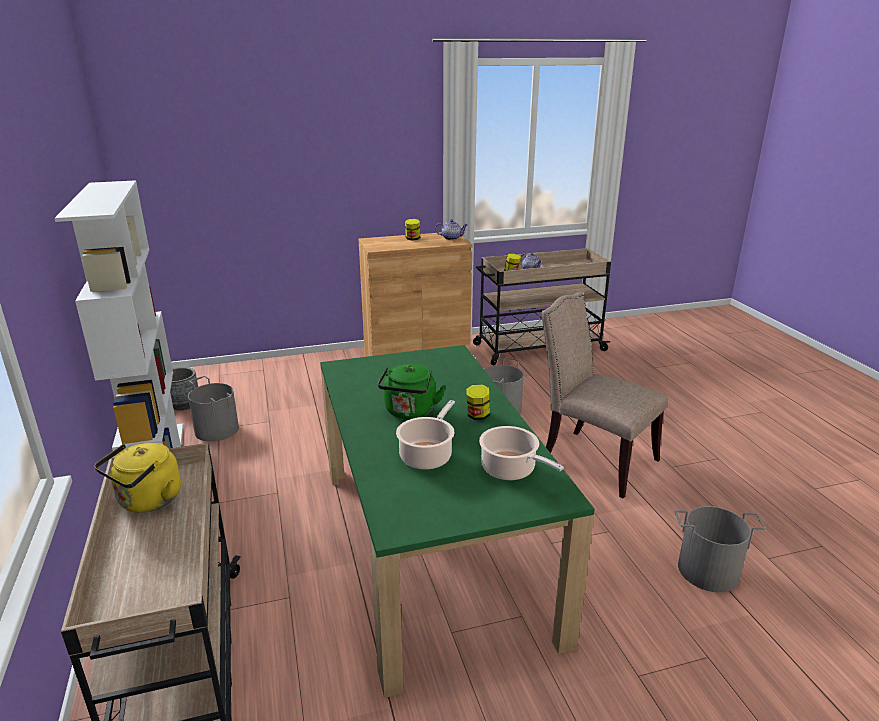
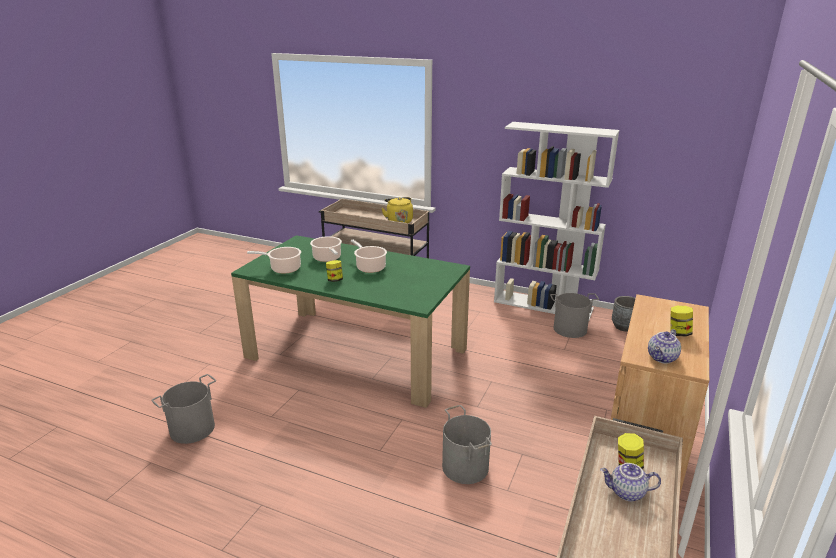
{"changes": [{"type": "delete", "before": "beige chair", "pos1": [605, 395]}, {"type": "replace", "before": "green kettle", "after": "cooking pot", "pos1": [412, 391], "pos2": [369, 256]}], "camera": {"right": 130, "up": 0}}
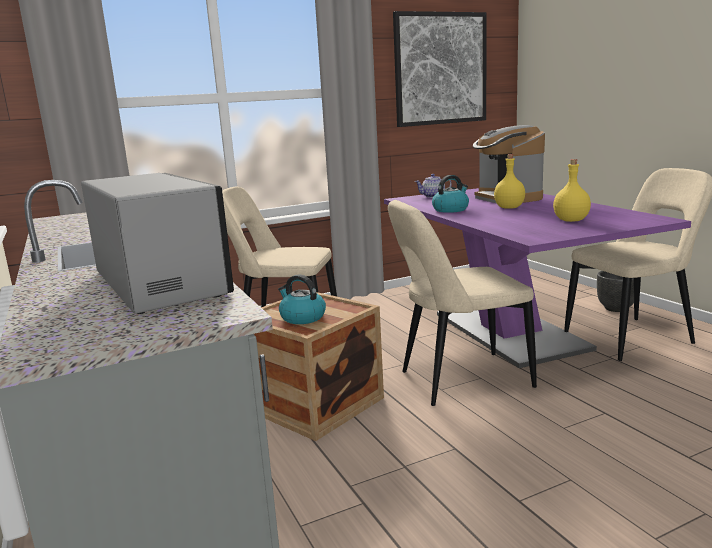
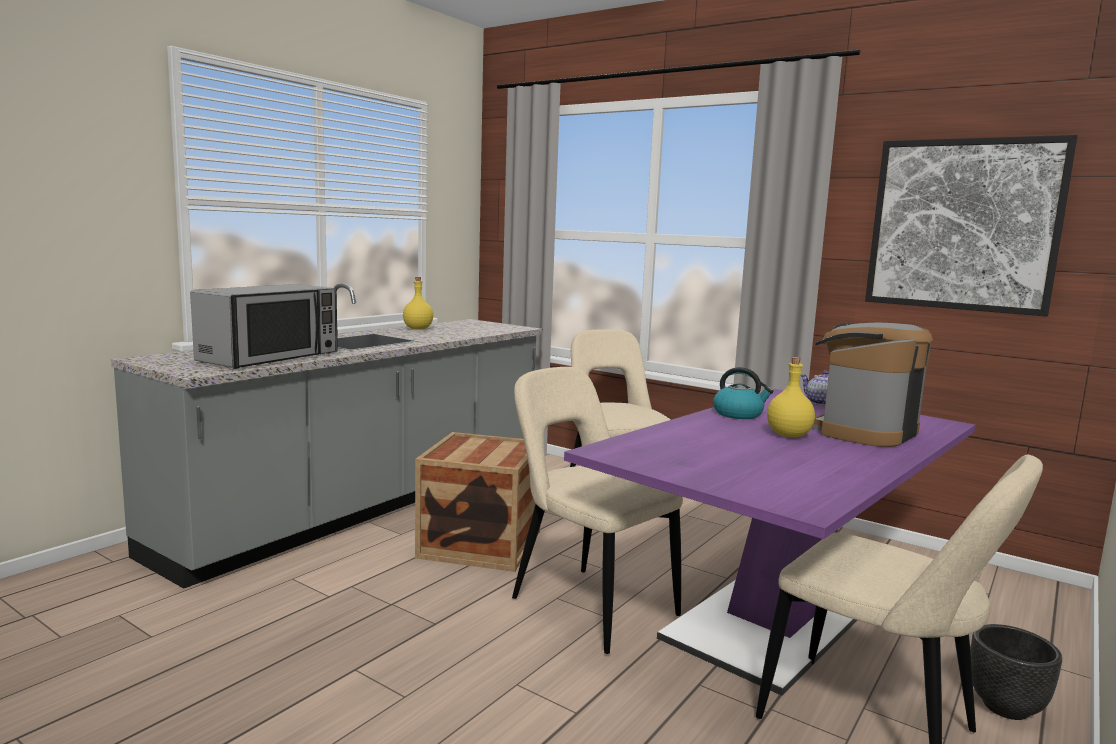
{"changes": [{"type": "delete", "before": "kettle", "pos1": [302, 299]}, {"type": "move", "before": "yellow bottle", "pos1": [572, 190], "pos2": [418, 303]}], "camera": {"right": 60, "up": -5}}
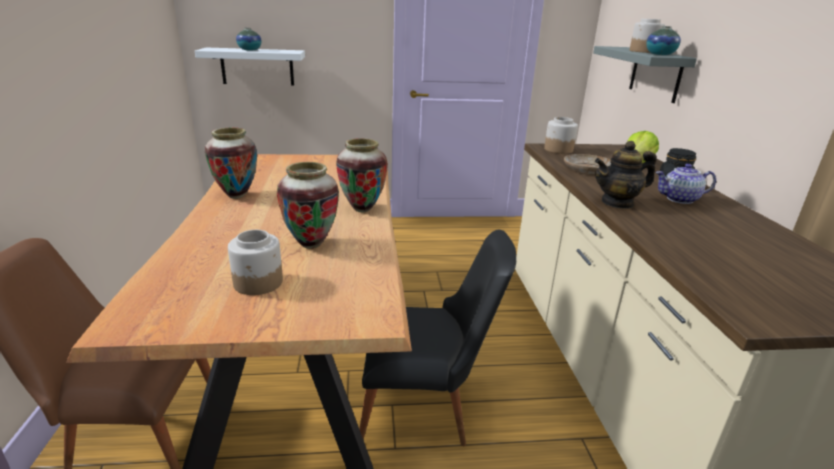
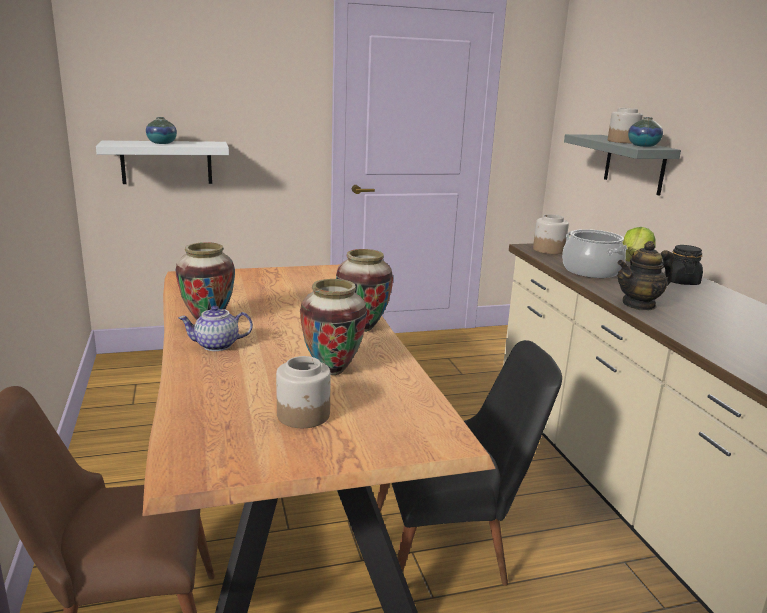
{"changes": [{"type": "move", "before": "teapot", "pos1": [685, 184], "pos2": [215, 328]}, {"type": "replace", "before": "beige plate", "after": "cooking pot", "pos1": [587, 164], "pos2": [594, 253]}], "camera": {"right": -10, "up": -5}}
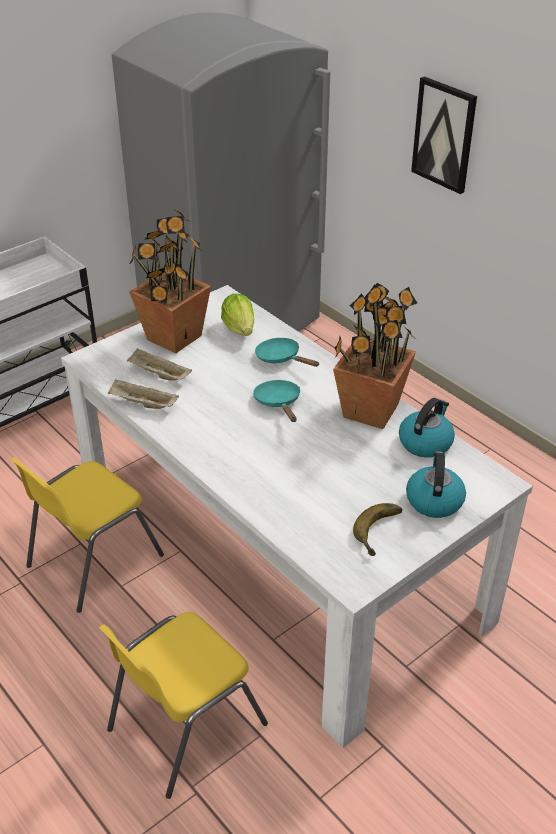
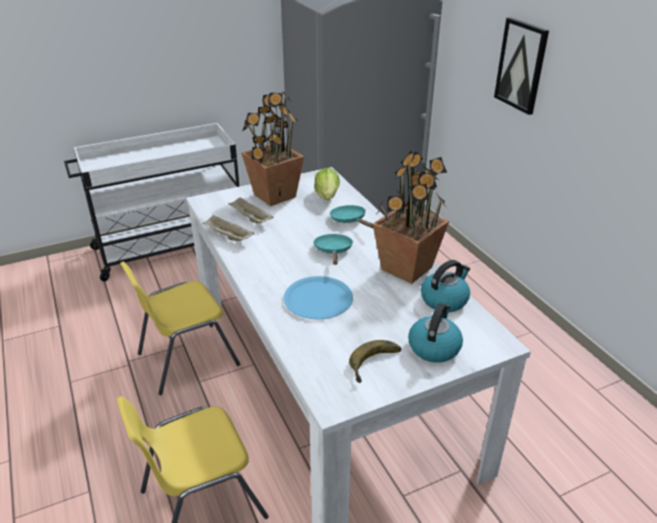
{"changes": [{"type": "insert", "after": "blue plate", "pos2": [318, 297]}], "camera": {"right": 15, "up": -5}}
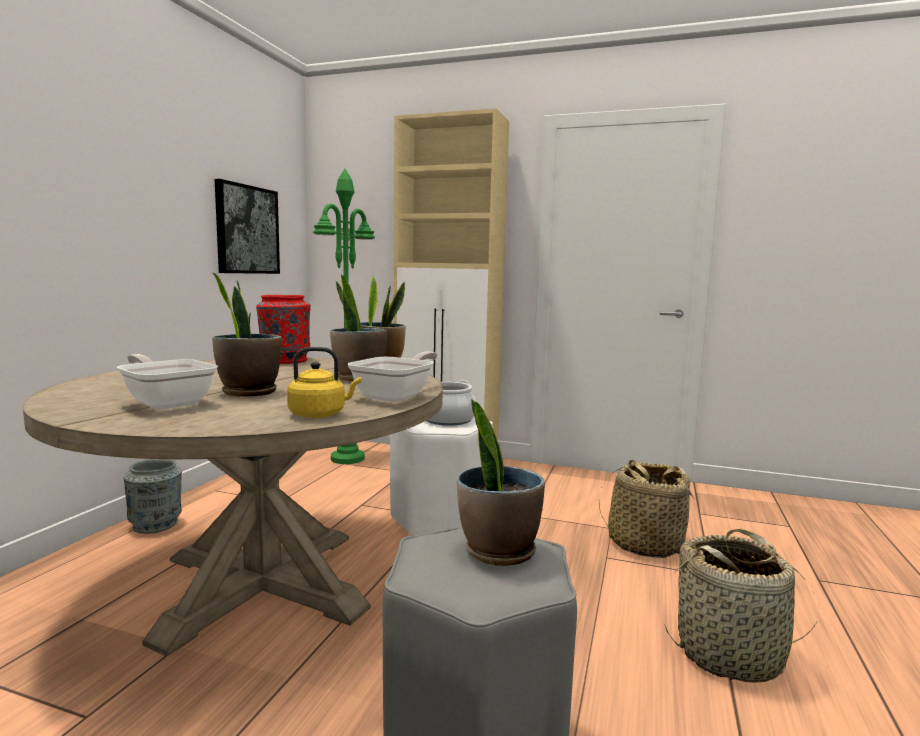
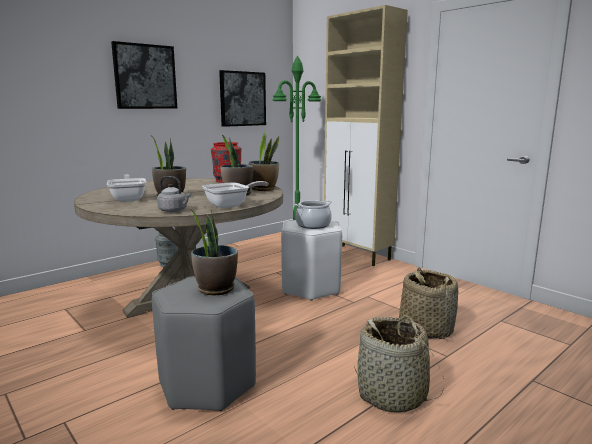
{"changes": [{"type": "insert", "after": "picture", "pos2": [144, 75]}, {"type": "recolor", "before": "yellow kettle", "after": "grey kettle", "pos1": [324, 382], "pos2": [174, 194]}], "camera": {"right": 30, "up": 5}}
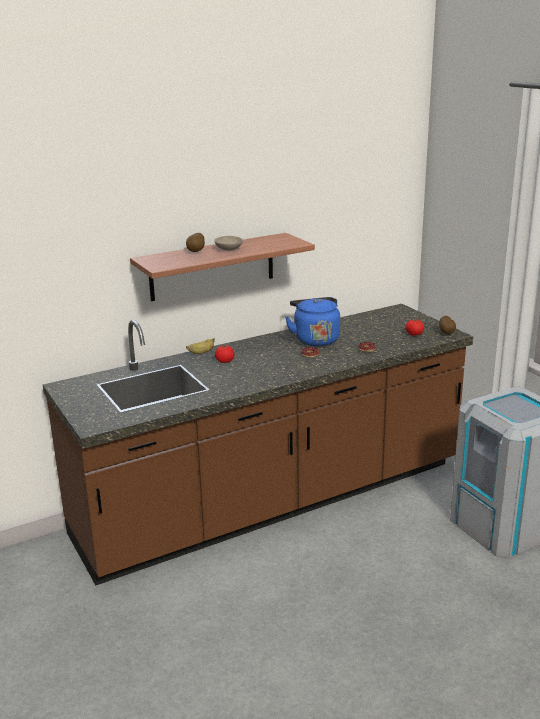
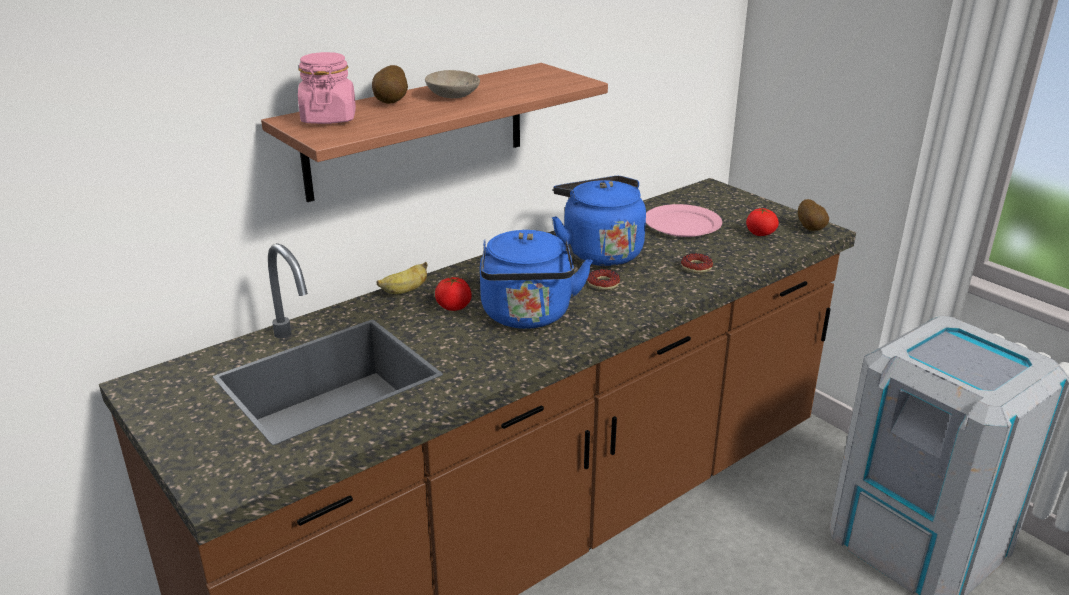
{"changes": [{"type": "insert", "after": "pink jar", "pos2": [327, 88]}, {"type": "insert", "after": "blue kettle", "pos2": [536, 279]}, {"type": "insert", "after": "pink plate", "pos2": [684, 220]}], "camera": {"right": -10, "up": 5}}
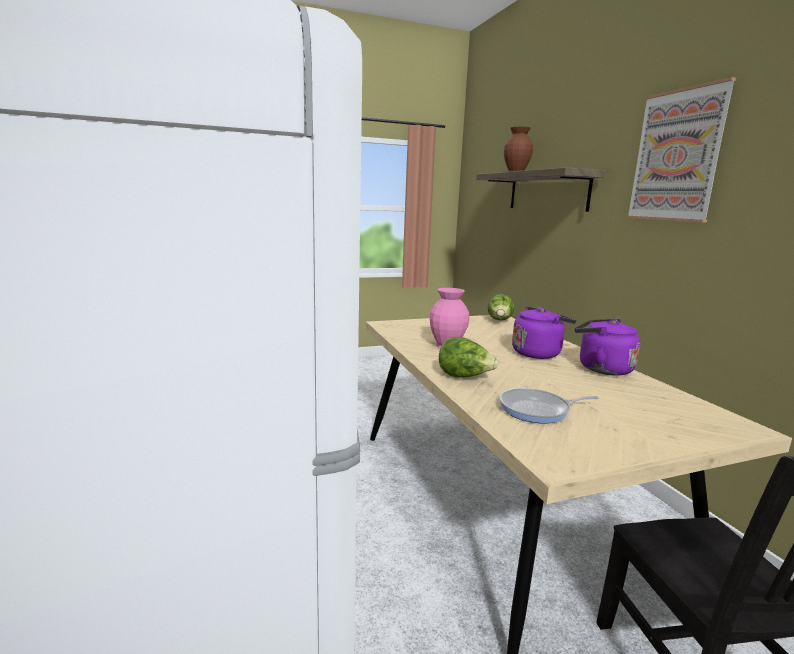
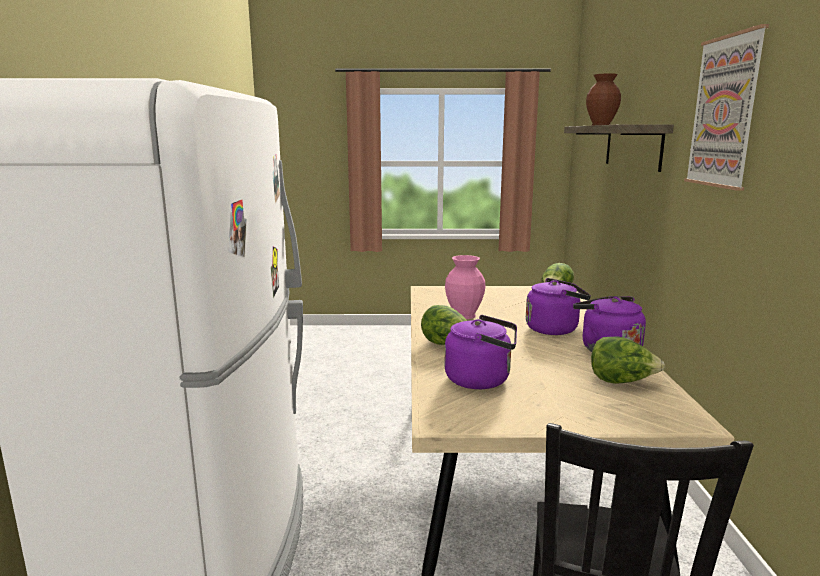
{"changes": [{"type": "insert", "after": "lettuce", "pos2": [628, 360]}, {"type": "replace", "before": "frying pan", "after": "purple kettle", "pos1": [549, 406], "pos2": [480, 352]}], "camera": {"right": 20, "up": 0}}
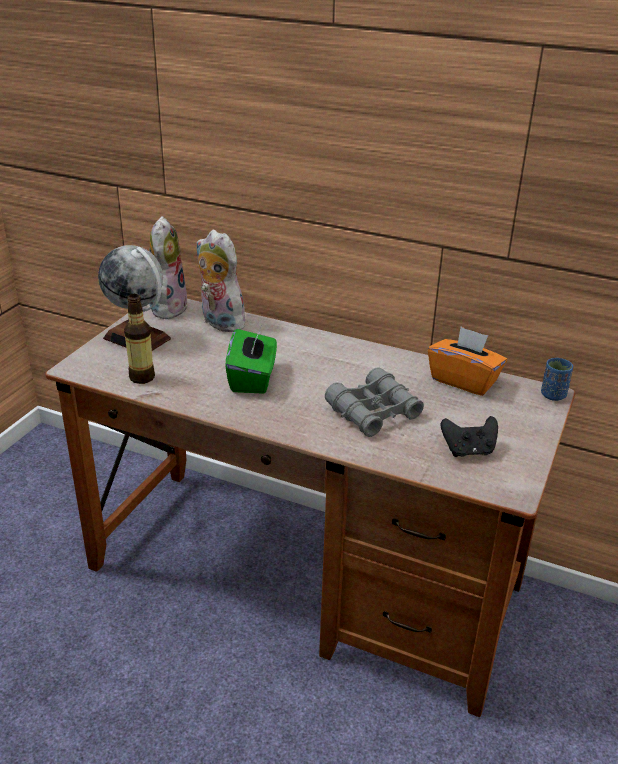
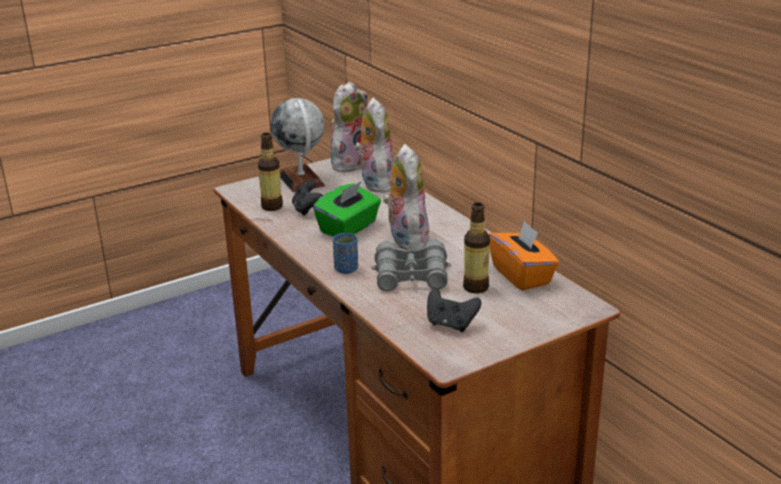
{"changes": [{"type": "insert", "after": "black game controller", "pos2": [307, 198]}, {"type": "insert", "after": "plush toy", "pos2": [406, 197]}, {"type": "insert", "after": "bottle", "pos2": [476, 247]}, {"type": "move", "before": "blue cup", "pos1": [557, 379], "pos2": [345, 253]}], "camera": {"right": 35, "up": -5}}
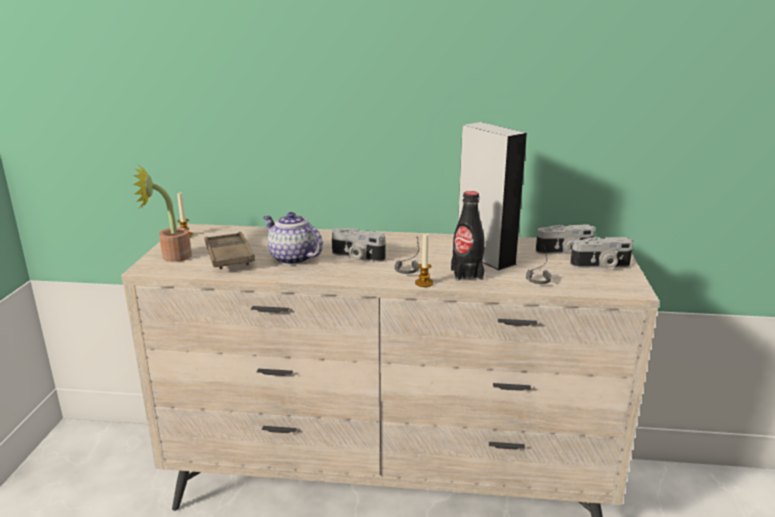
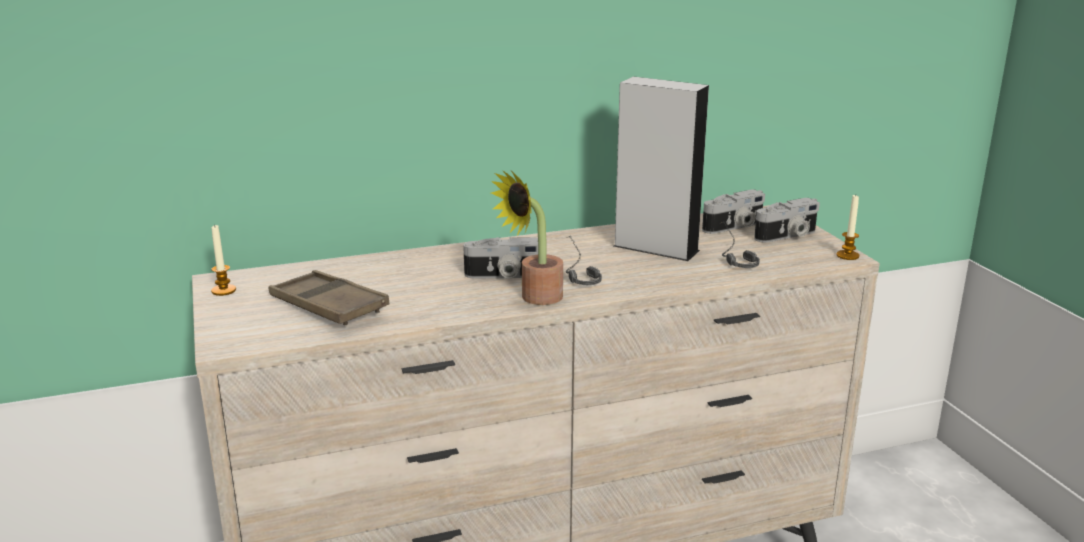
{"changes": [{"type": "delete", "before": "teapot", "pos1": [293, 238]}, {"type": "delete", "before": "black bottle", "pos1": [468, 236]}, {"type": "move", "before": "potted plant", "pos1": [162, 213], "pos2": [527, 237]}, {"type": "move", "before": "candle", "pos1": [424, 259], "pos2": [848, 227]}], "camera": {"right": -25, "up": 0}}
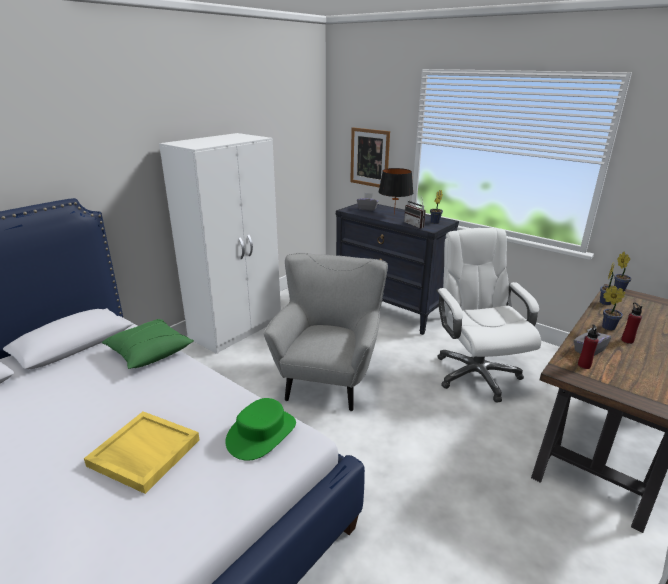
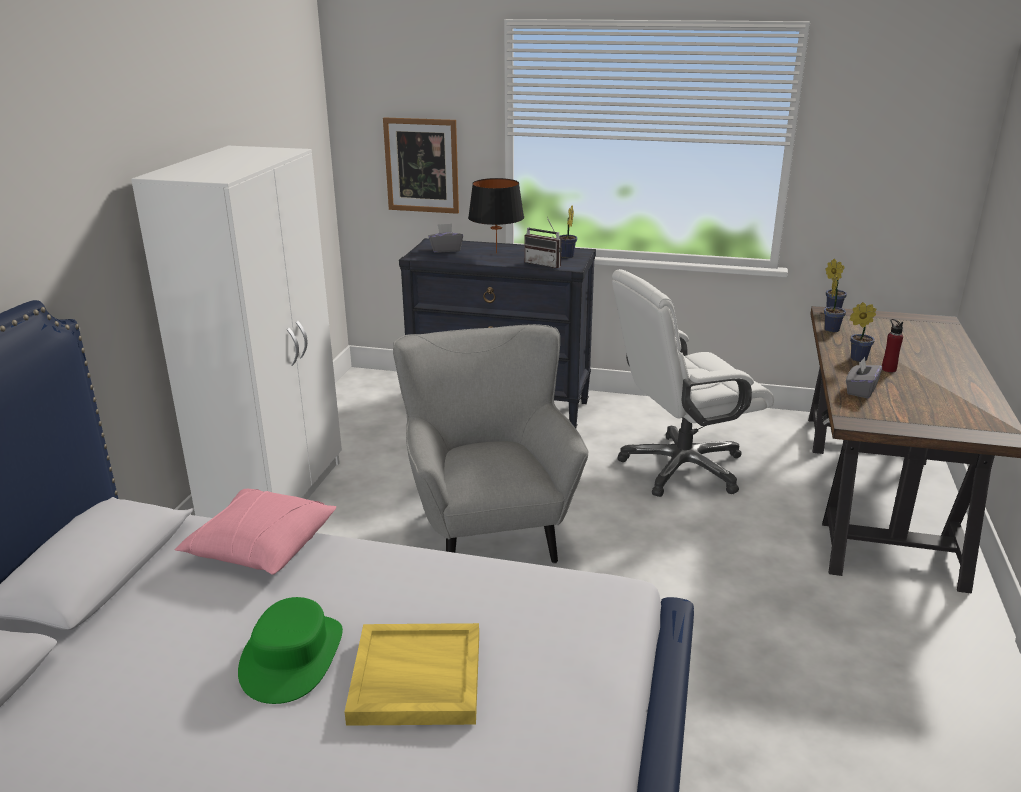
{"changes": [{"type": "delete", "before": "red bottle", "pos1": [588, 347]}, {"type": "move", "before": "green hat", "pos1": [260, 429], "pos2": [290, 650]}, {"type": "recolor", "before": "green pillow", "after": "pink pillow", "pos1": [147, 344], "pos2": [255, 532]}, {"type": "rotate", "before": "white office chair", "pos1": [488, 315], "pos2": [693, 383], "turn": -75}], "camera": {"right": -25, "up": 0}}
